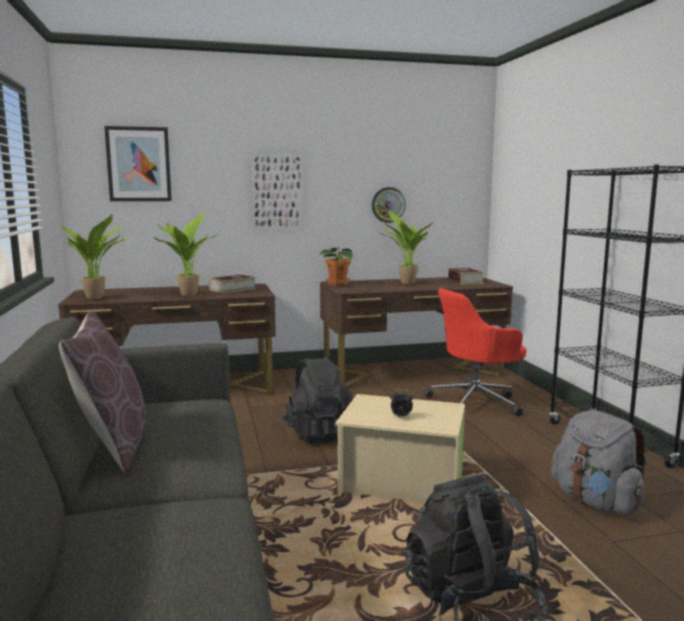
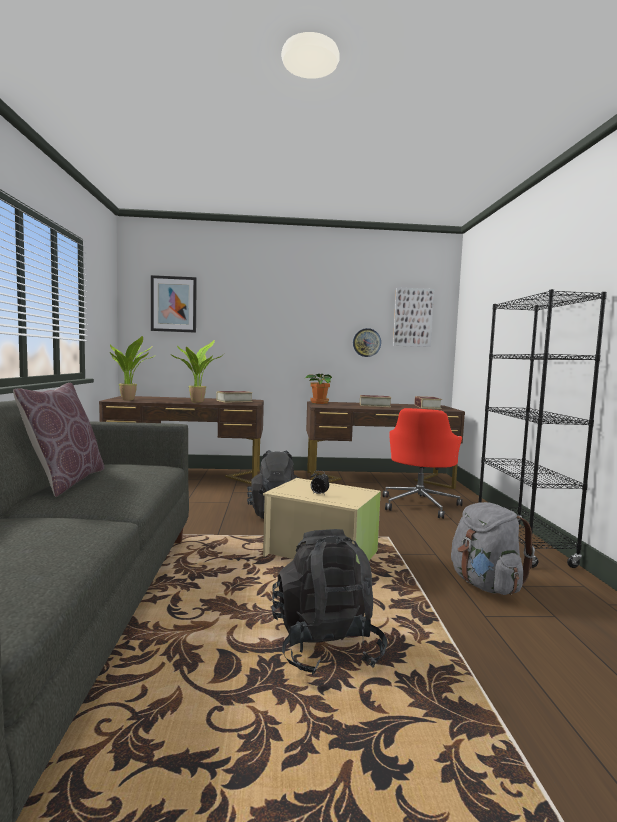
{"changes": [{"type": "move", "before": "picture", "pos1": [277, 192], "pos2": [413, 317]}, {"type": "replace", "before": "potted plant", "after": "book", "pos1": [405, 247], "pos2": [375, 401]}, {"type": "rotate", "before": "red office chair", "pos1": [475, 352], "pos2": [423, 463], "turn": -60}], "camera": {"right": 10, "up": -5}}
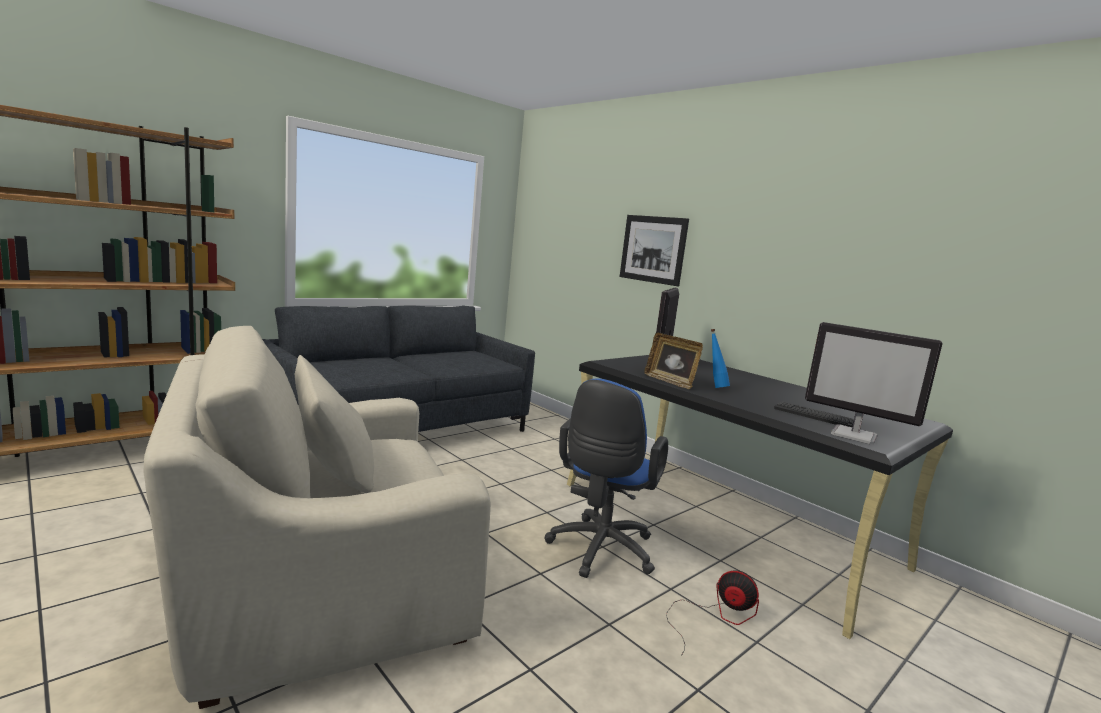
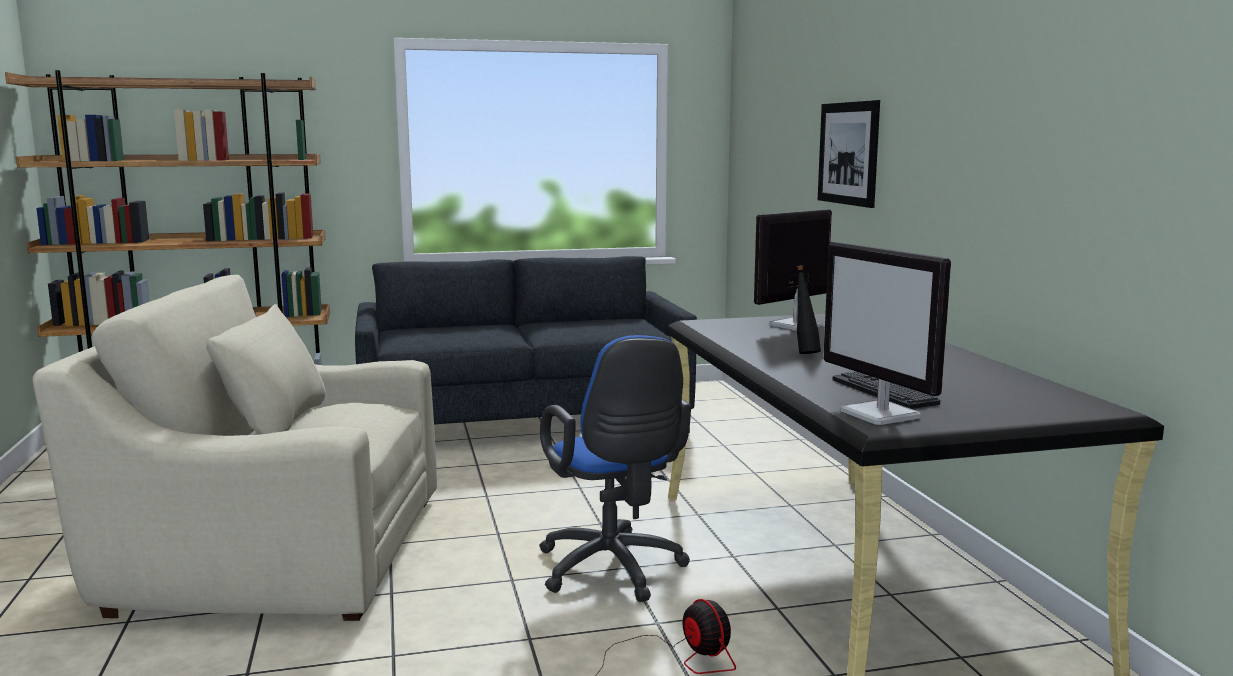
{"changes": [{"type": "delete", "before": "picture frame", "pos1": [673, 361]}, {"type": "recolor", "before": "blue bottle", "after": "black bottle", "pos1": [720, 358], "pos2": [809, 309]}, {"type": "rotate", "before": "blue office chair", "pos1": [606, 478], "pos2": [615, 468], "turn": -75}], "camera": {"right": 30, "up": 0}}
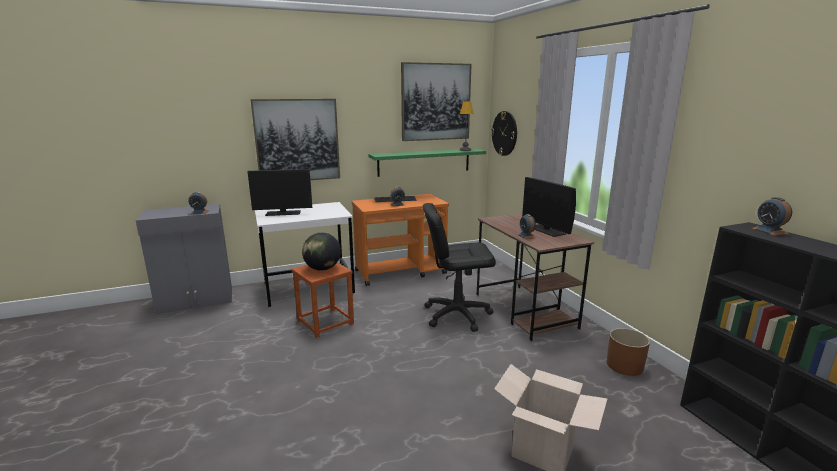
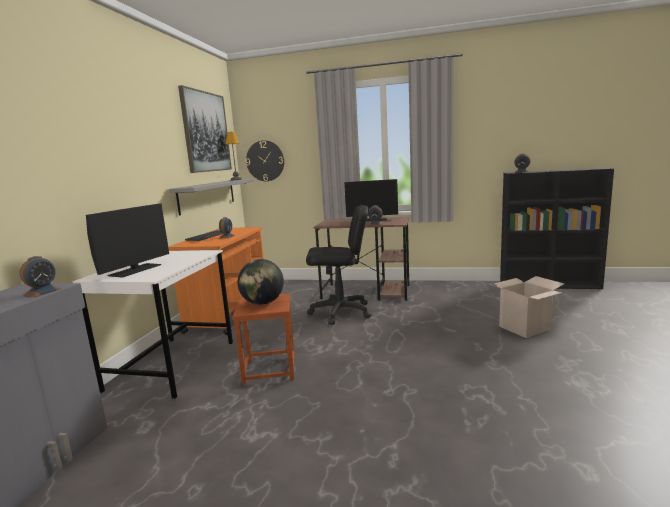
{"changes": [{"type": "delete", "before": "picture", "pos1": [295, 139]}, {"type": "delete", "before": "brown planter", "pos1": [628, 352]}, {"type": "recolor", "before": "green shelf", "after": "grey shelf", "pos1": [427, 162], "pos2": [211, 197]}, {"type": "rotate", "before": "black office chair", "pos1": [459, 267], "pos2": [339, 265], "turn": -120}], "camera": {"right": -55, "up": -5}}
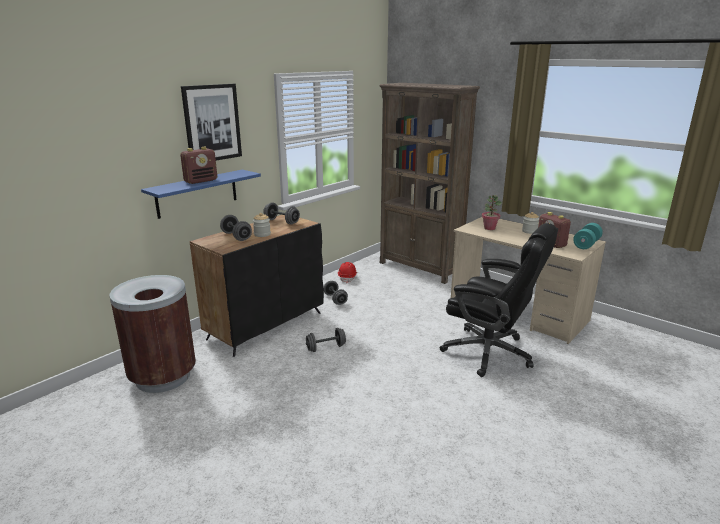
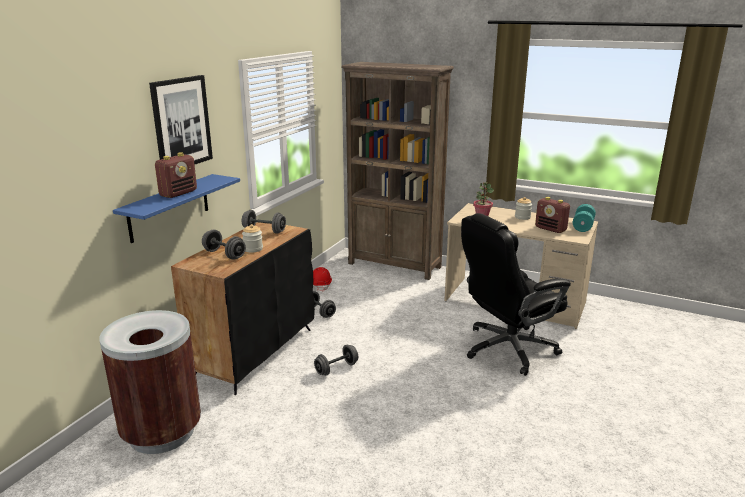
{"changes": [{"type": "rotate", "before": "black office chair", "pos1": [499, 300], "pos2": [516, 294], "turn": 135}], "camera": {"right": -15, "up": 0}}
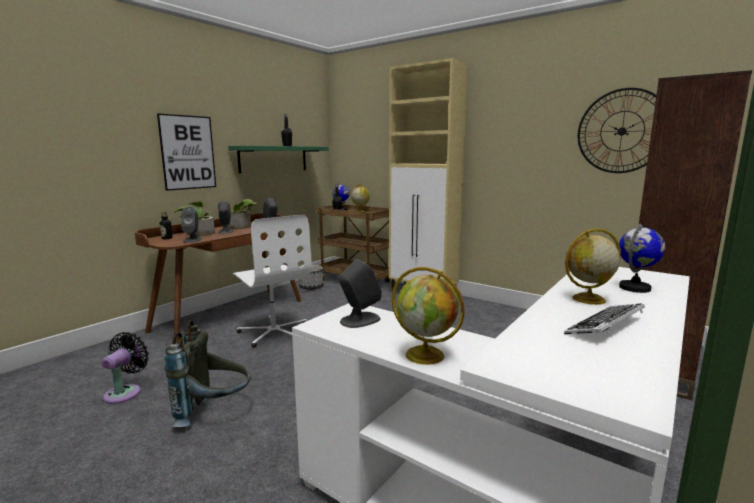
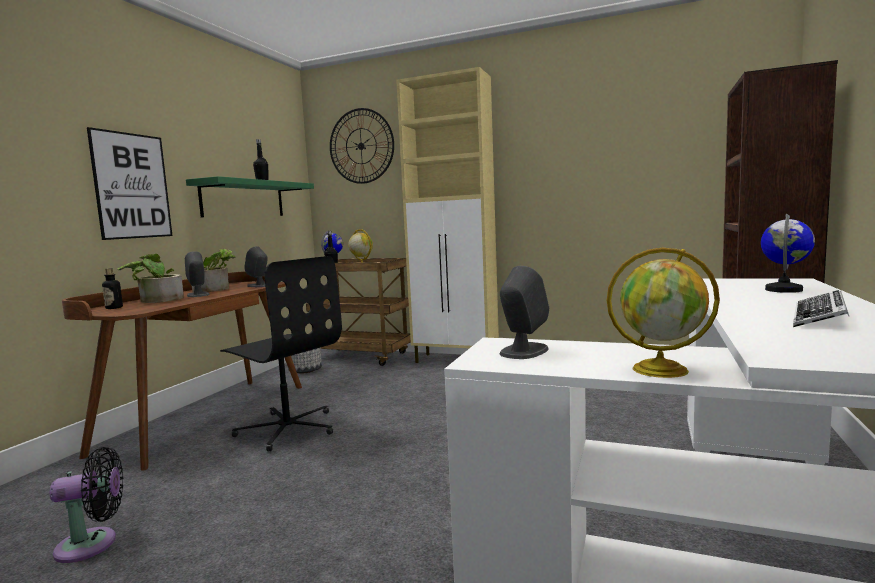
{"changes": [{"type": "delete", "before": "grey backpack", "pos1": [208, 373]}, {"type": "delete", "before": "grey speaker", "pos1": [191, 224]}, {"type": "delete", "before": "globe", "pos1": [593, 266]}, {"type": "move", "before": "wall clock", "pos1": [617, 130], "pos2": [362, 146]}, {"type": "recolor", "before": "white office chair", "after": "black office chair", "pos1": [272, 281], "pos2": [281, 353]}, {"type": "rotate", "before": "black fan", "pos1": [125, 368], "pos2": [86, 505], "turn": 75}], "camera": {"right": -15, "up": -5}}
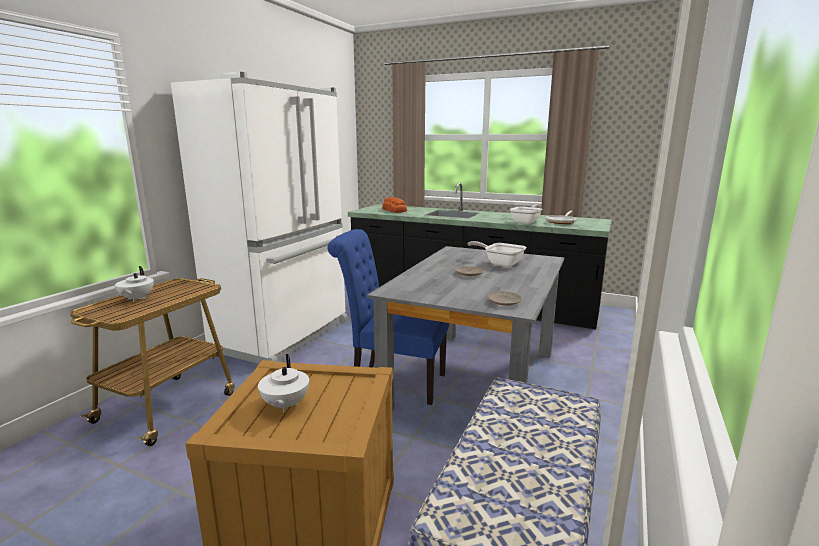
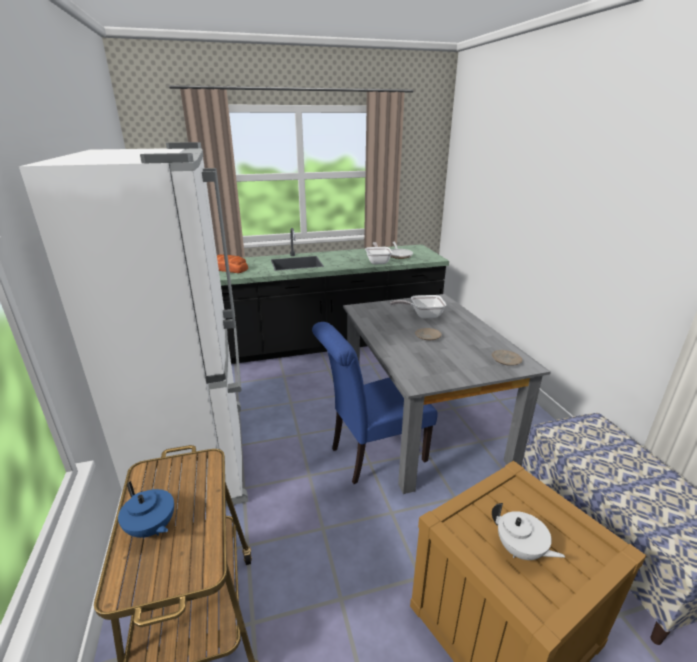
{"changes": [{"type": "recolor", "before": "white teapot", "after": "blue teapot", "pos1": [134, 284], "pos2": [146, 509]}], "camera": {"right": -40, "up": 10}}
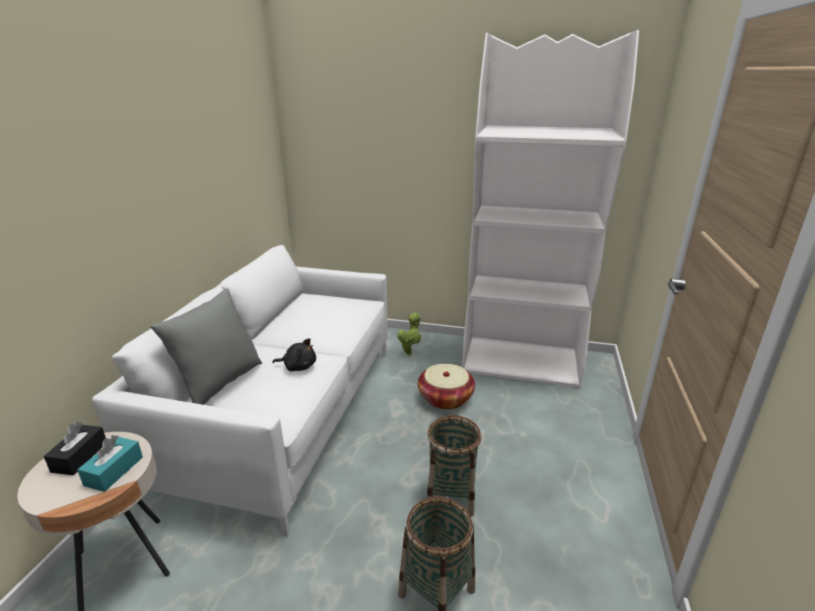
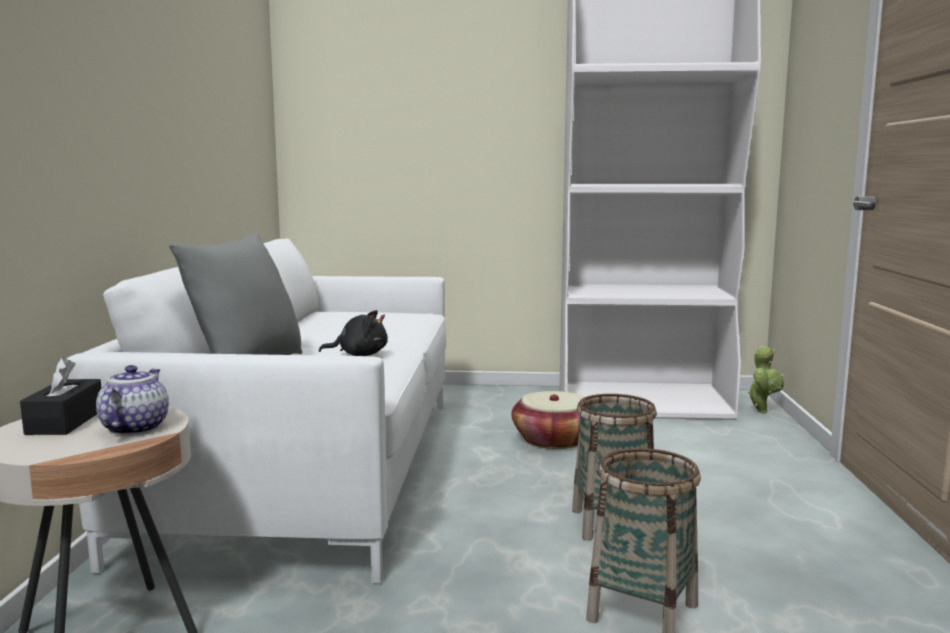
{"changes": [{"type": "move", "before": "potted plant", "pos1": [409, 334], "pos2": [766, 379]}, {"type": "replace", "before": "turquoise tissue box", "after": "teapot", "pos1": [110, 463], "pos2": [132, 400]}], "camera": {"right": -10, "up": -15}}
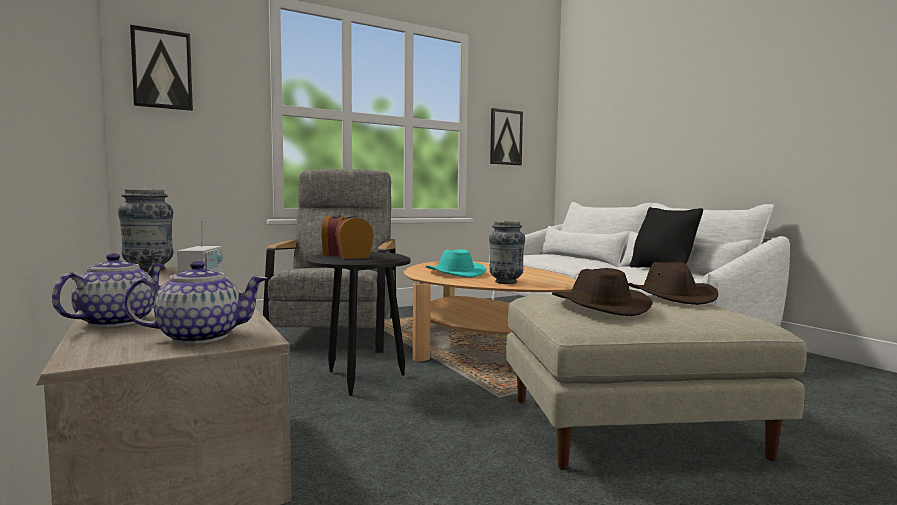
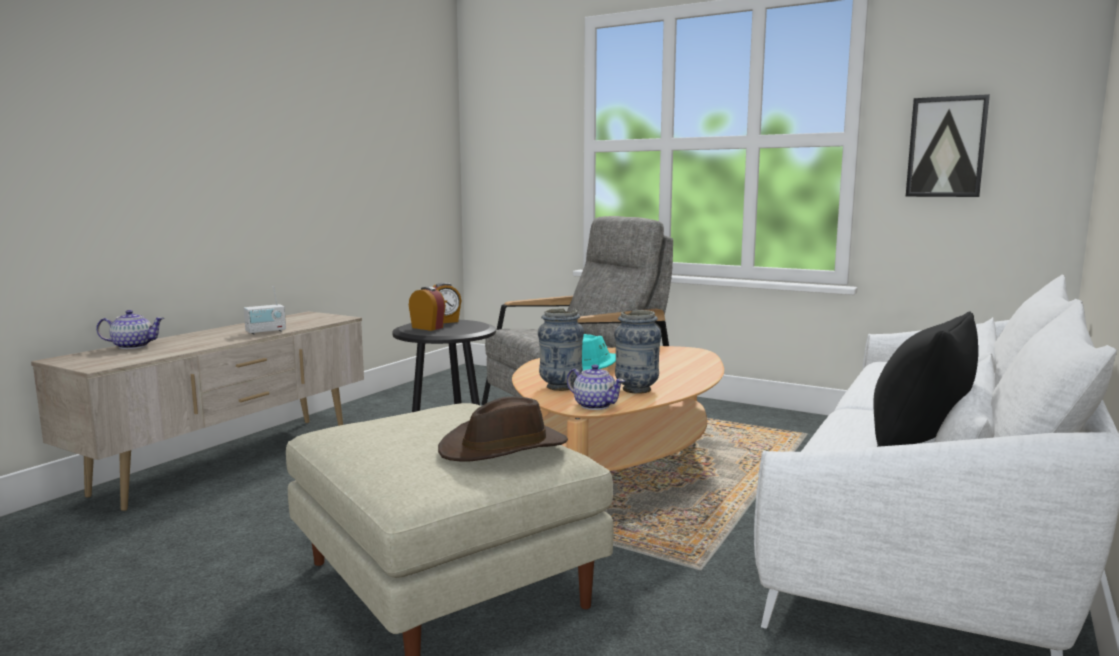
{"changes": [{"type": "delete", "before": "picture", "pos1": [161, 68]}, {"type": "delete", "before": "brown hat", "pos1": [602, 292]}, {"type": "move", "before": "vase", "pos1": [145, 230], "pos2": [638, 352]}, {"type": "move", "before": "teapot", "pos1": [196, 302], "pos2": [596, 387]}], "camera": {"right": 60, "up": 5}}
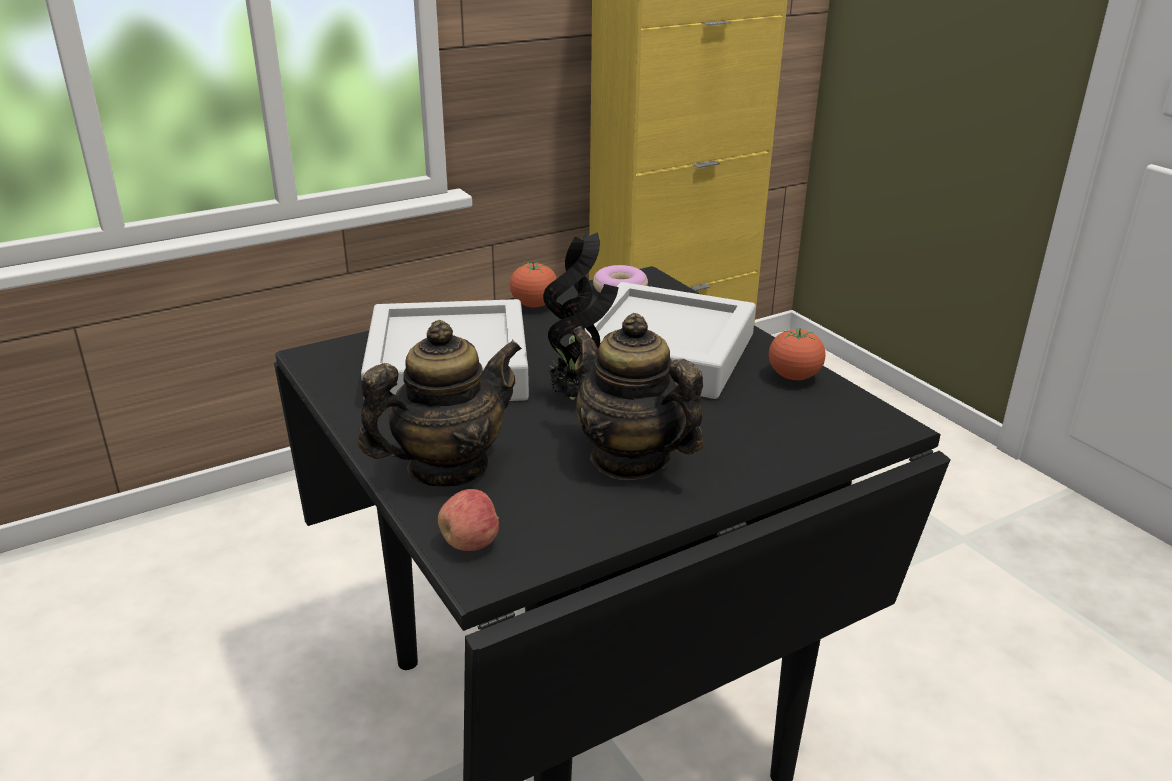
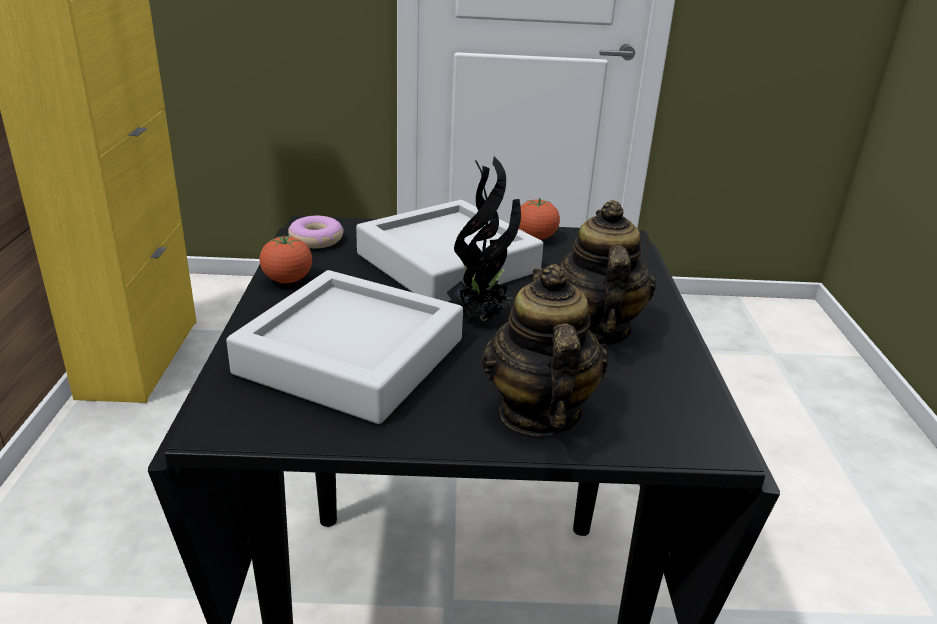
{"changes": [{"type": "delete", "before": "apple", "pos1": [468, 520]}, {"type": "rotate", "before": "teapot", "pos1": [637, 396], "pos2": [607, 273], "turn": 105}], "camera": {"right": -60, "up": 0}}
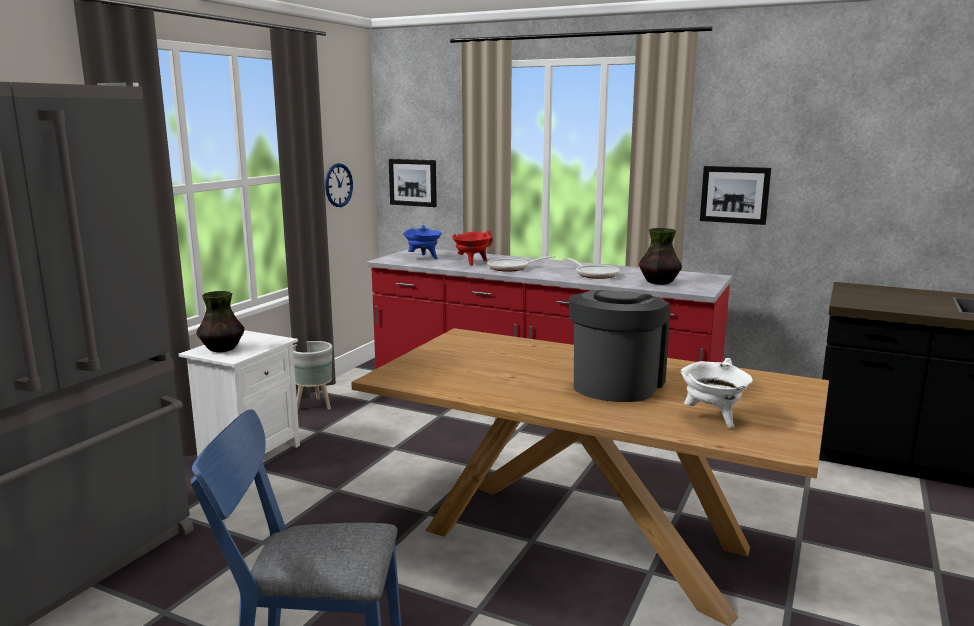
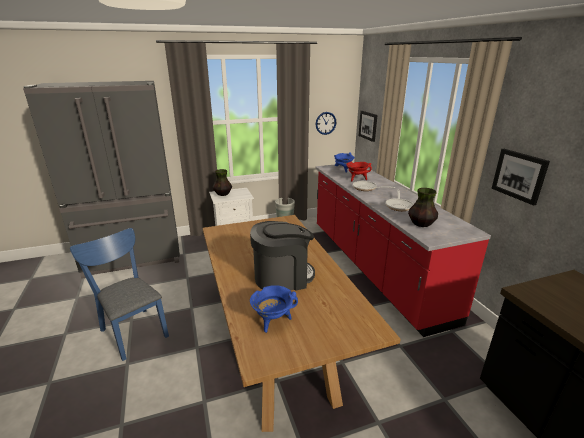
{"changes": [{"type": "recolor", "before": "white cooking pot", "after": "blue cooking pot", "pos1": [716, 393], "pos2": [274, 309]}], "camera": {"right": 45, "up": 10}}
